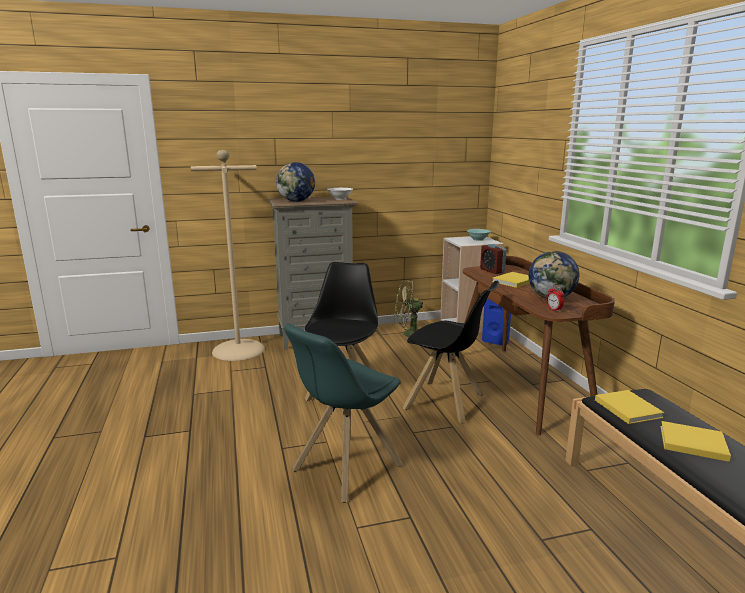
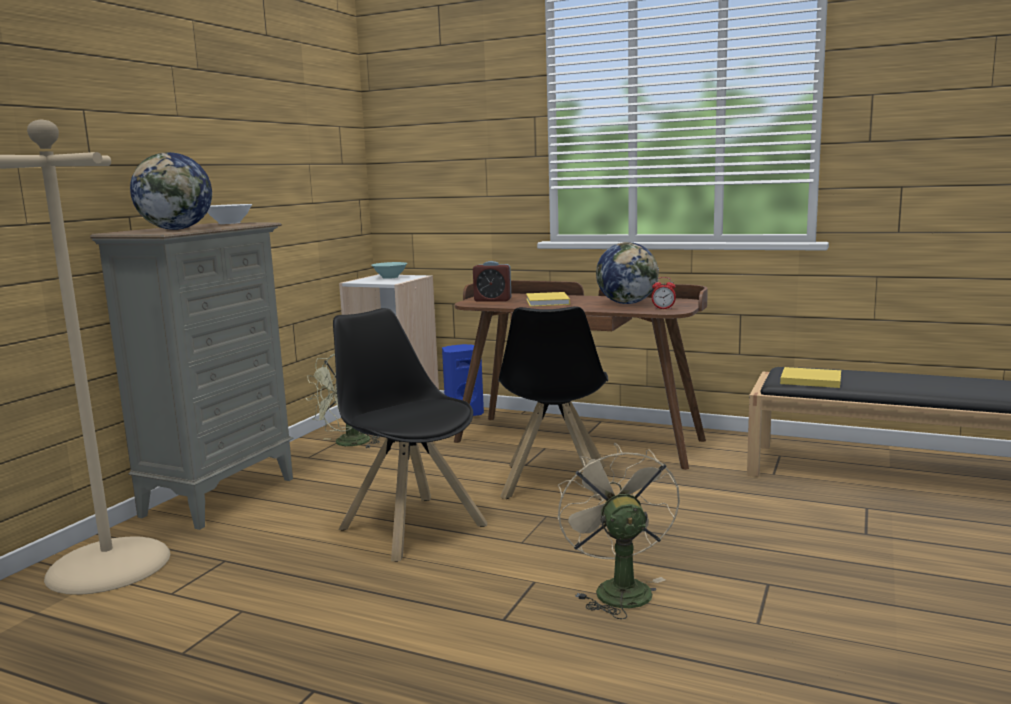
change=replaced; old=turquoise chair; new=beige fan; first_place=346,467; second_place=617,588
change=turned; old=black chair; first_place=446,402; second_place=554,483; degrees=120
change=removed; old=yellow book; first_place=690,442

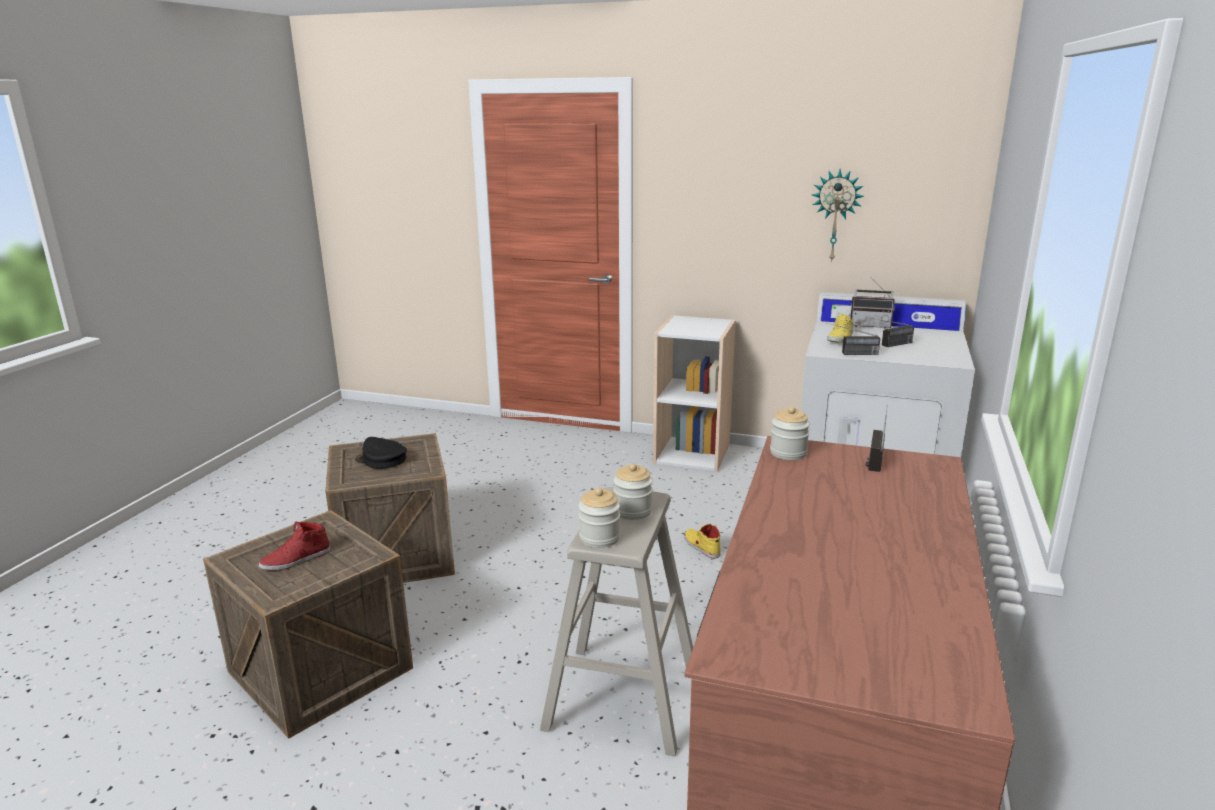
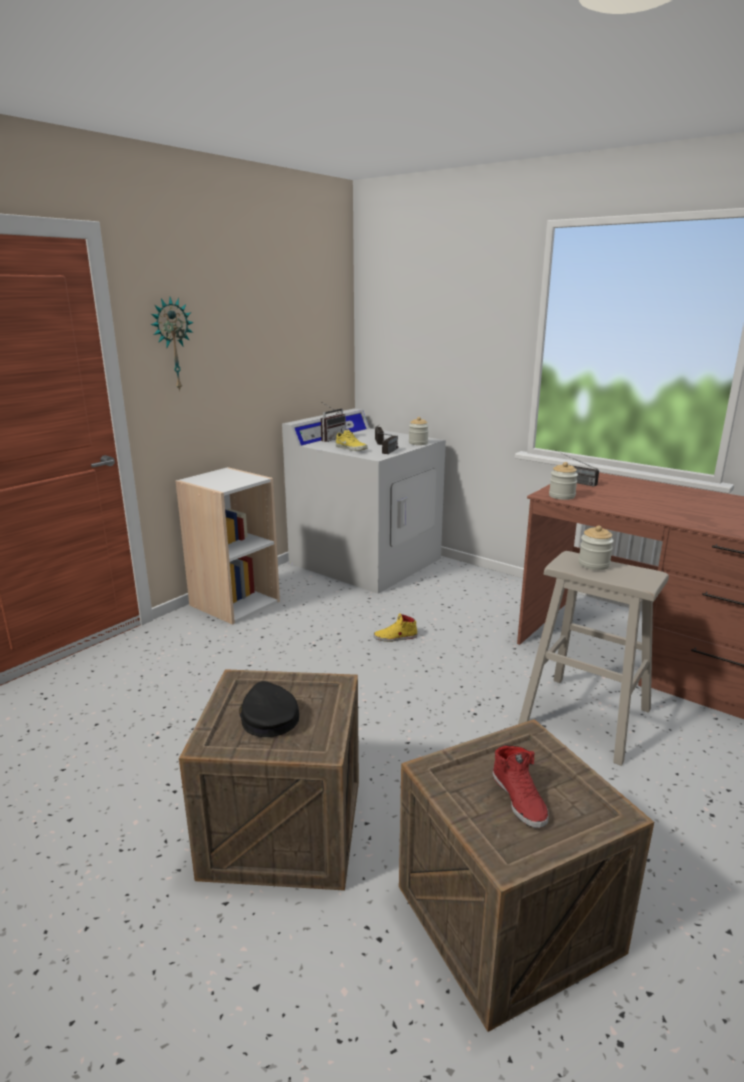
change=turned; old=black cap; first_place=381,460; second_place=268,717; degrees=105
change=moved; old=jar; first_place=599,538; second_place=418,443
change=moved; old=wall clock; first_place=835,216; second_place=172,344

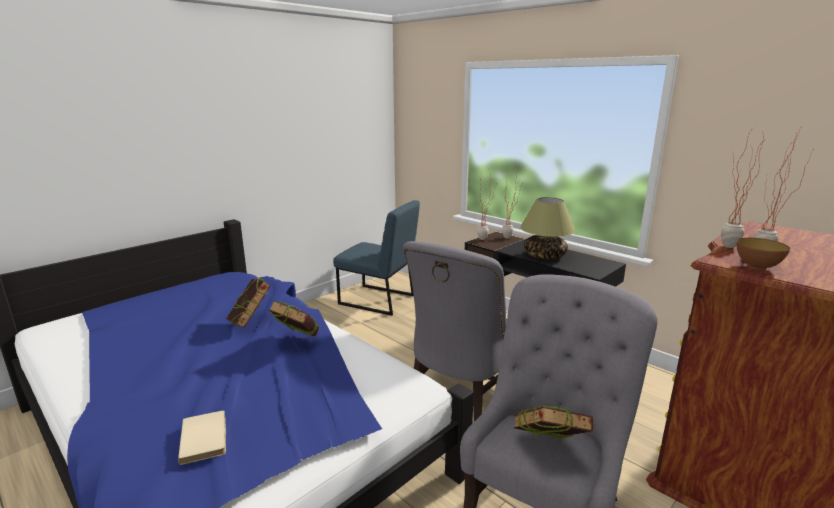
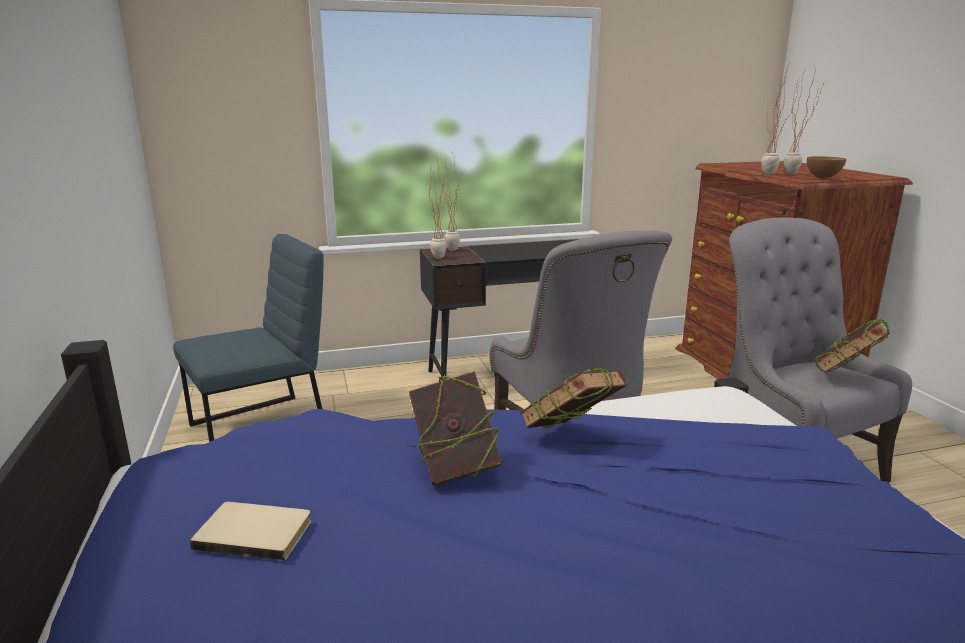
change=moved; old=beige book; first_place=206,438; second_place=255,532
change=removed; old=table lamp; first_place=545,256

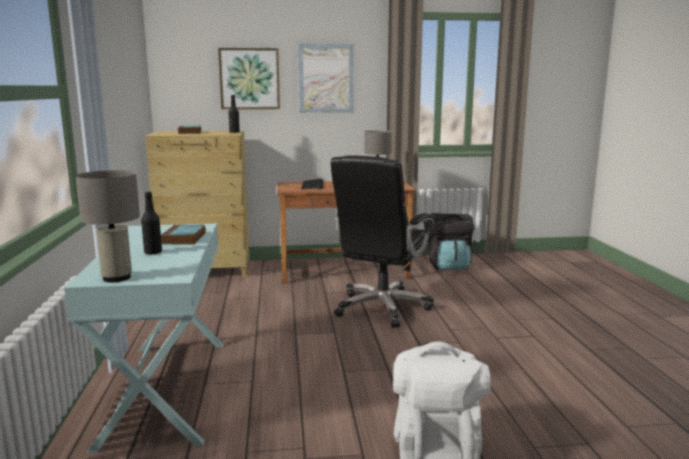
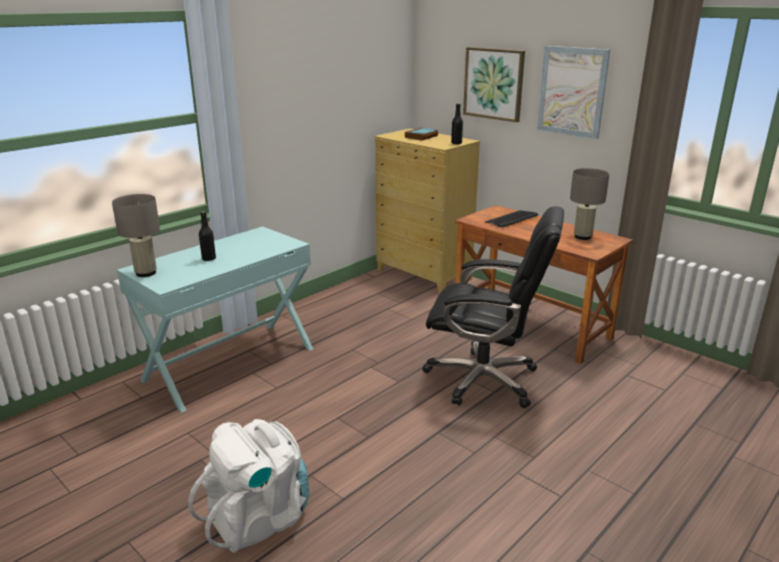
change=removed; old=book; first_place=184,239
change=turned; old=black office chair; first_place=382,307; second_place=484,380; degrees=-150
change=removed; old=black backpack; first_place=448,266

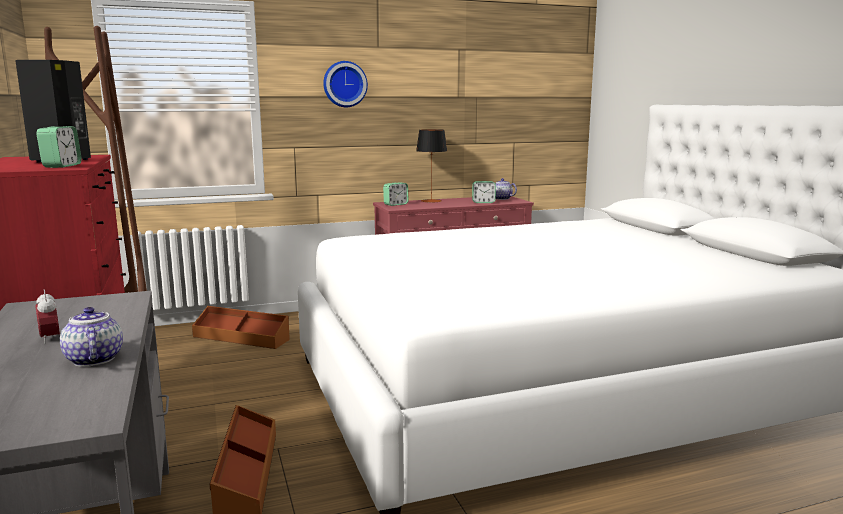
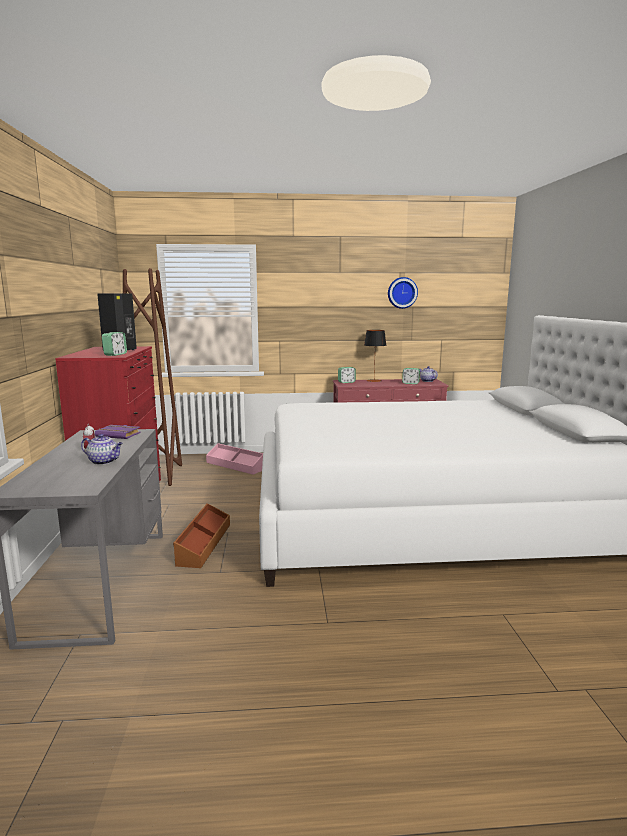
change=turned; old=teapot; first_place=93,359; second_place=104,461; degrees=120
change=recoloured; old=brown storage box; new=pink storage box; first_place=241,338; second_place=235,465
change=moved; old=wall clock; first_place=344,84; second_place=402,293
change=added; new=purple book; second_place=119,435

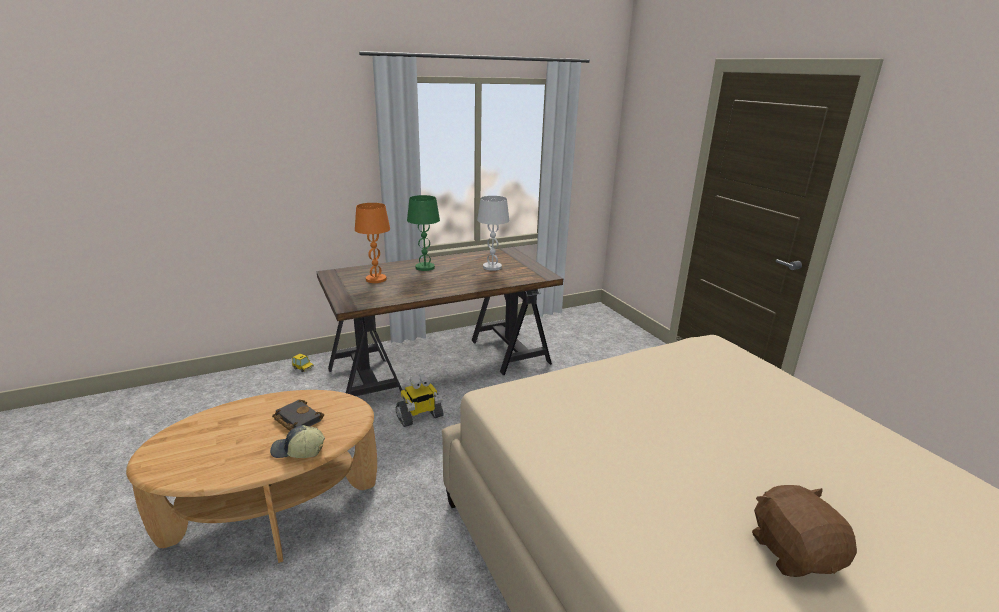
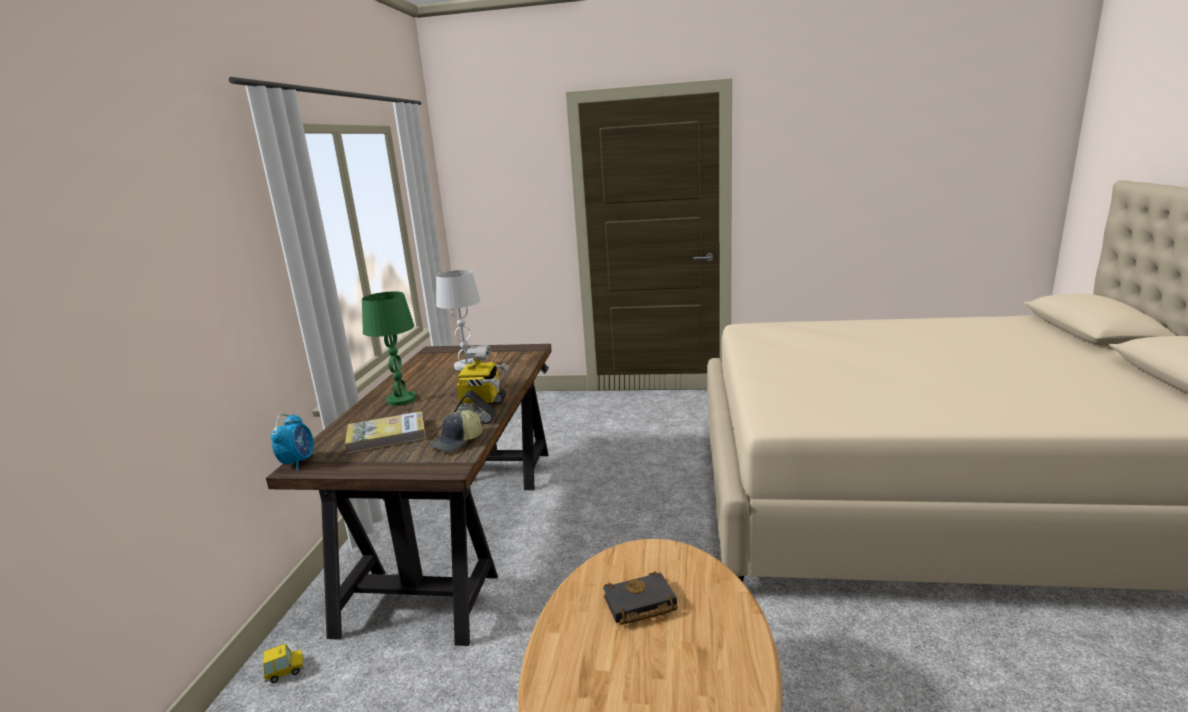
change=moved; old=cap; first_place=298,451; second_place=457,442
change=replaced; old=orange table lamp; new=book; first_place=376,279; second_place=387,435
change=moved; old=toy robot; first_place=419,416; second_place=483,411
change=removed; old=brown plush toy; first_place=794,552
change=added; new=alarm clock; second_place=298,462

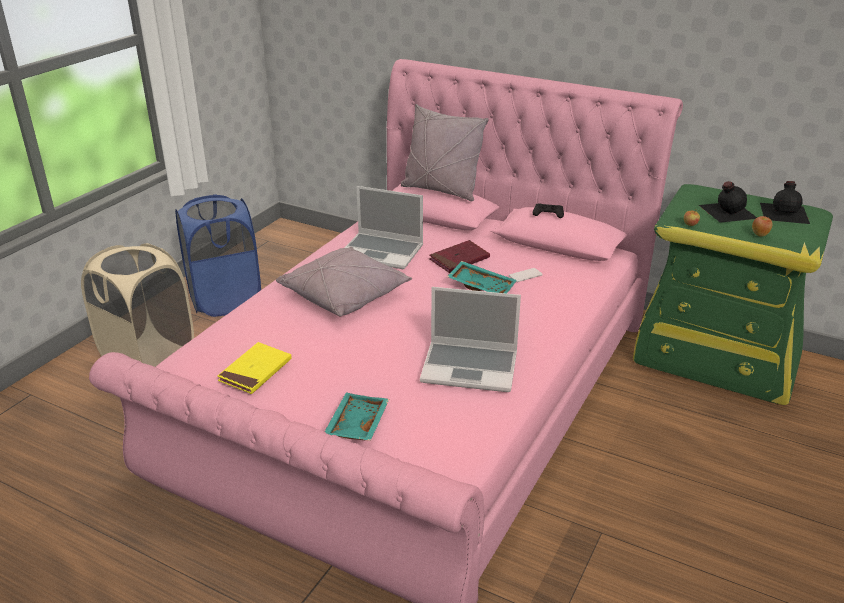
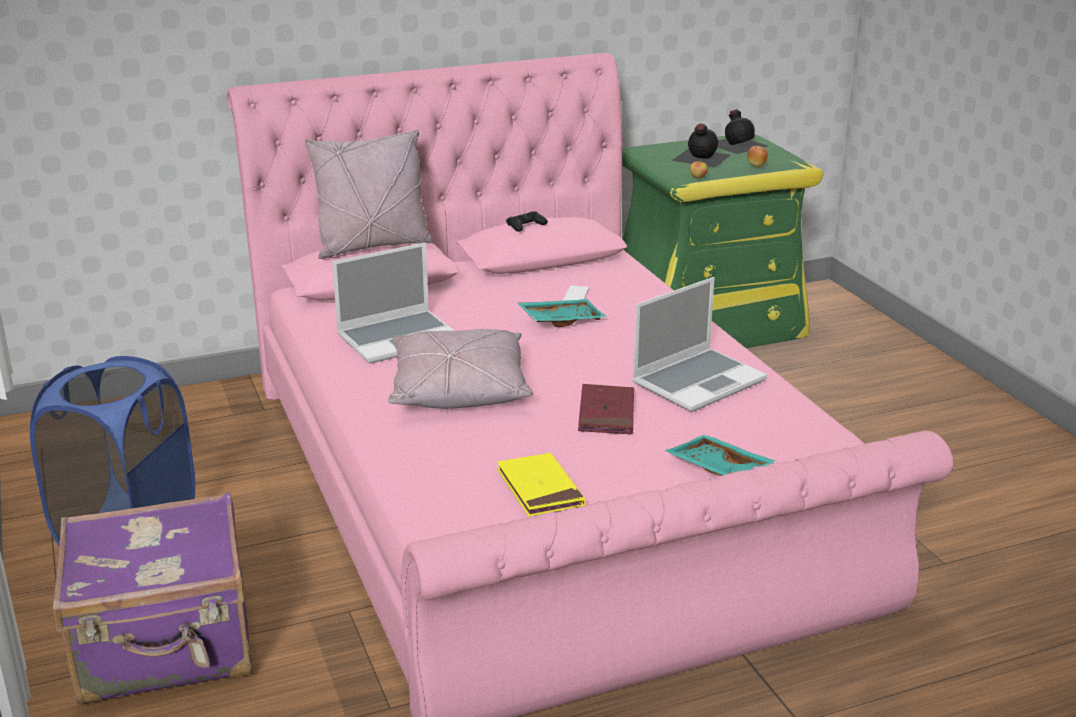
change=replaced; old=beige laundry basket; new=purple suitcase; first_place=149,359; second_place=166,648
change=moved; old=red book; first_place=459,259; second_place=606,413

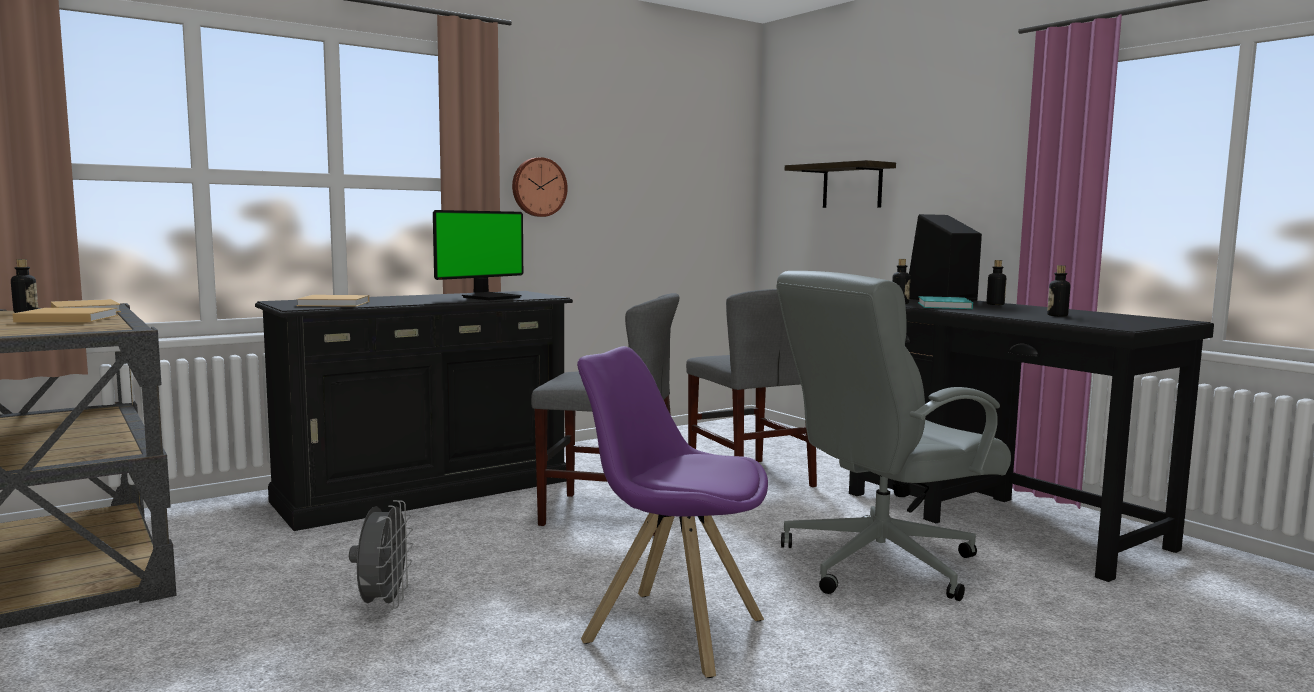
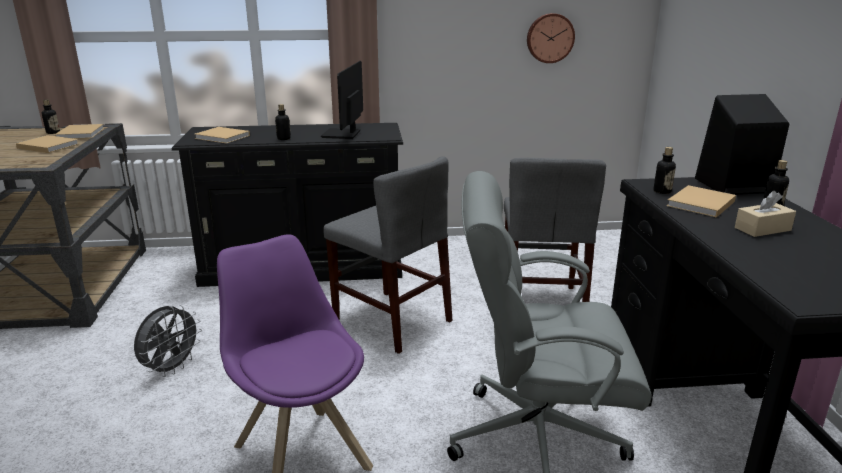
change=turned; old=monitor; first_place=490,297; second_place=343,134; degrees=120
change=moved; old=wall clock; first_place=538,187; second_place=550,38
change=removed; old=shelf; first_place=852,186
change=recoloured; old=turquoise book; new=beige book; first_place=944,306; second_place=700,204
change=moved; old=bottle; first_place=1057,315; second_place=284,138
change=added; new=beige tissue box; second_place=762,229

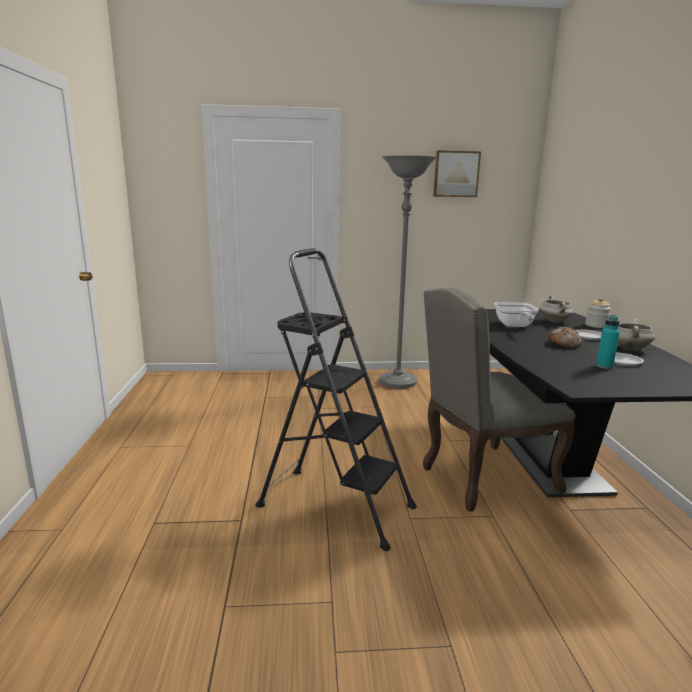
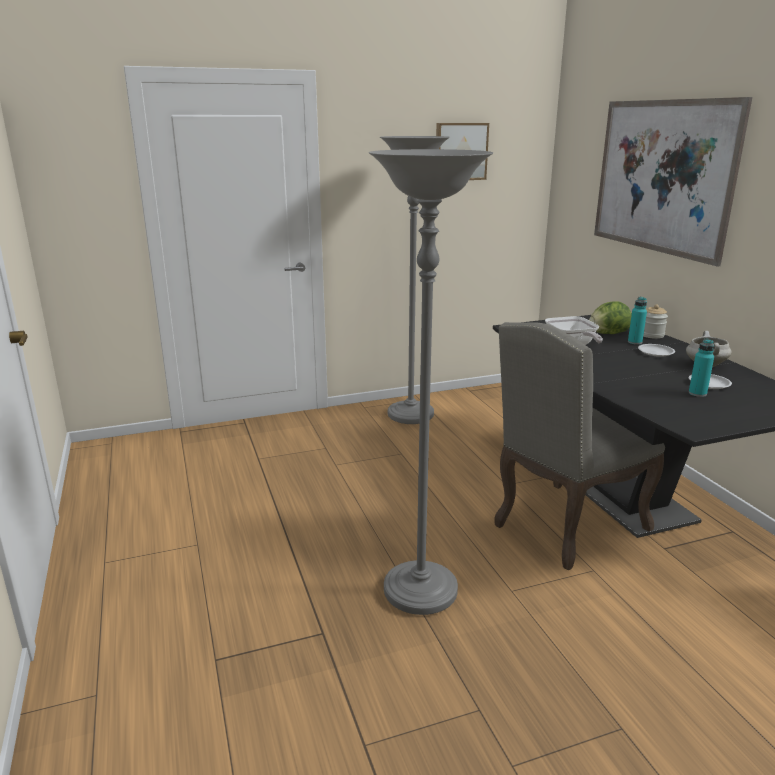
change=replaced; old=step ladder; new=grey floor lamp; first_place=334,505; second_place=420,591
change=replaced; old=white cooking pot; new=lettuce; first_place=555,321; second_place=608,334
change=removed; old=bread; first_place=564,344
change=added; new=picture; second_place=661,177
change=added; new=turquoise bottle; second_place=634,342

